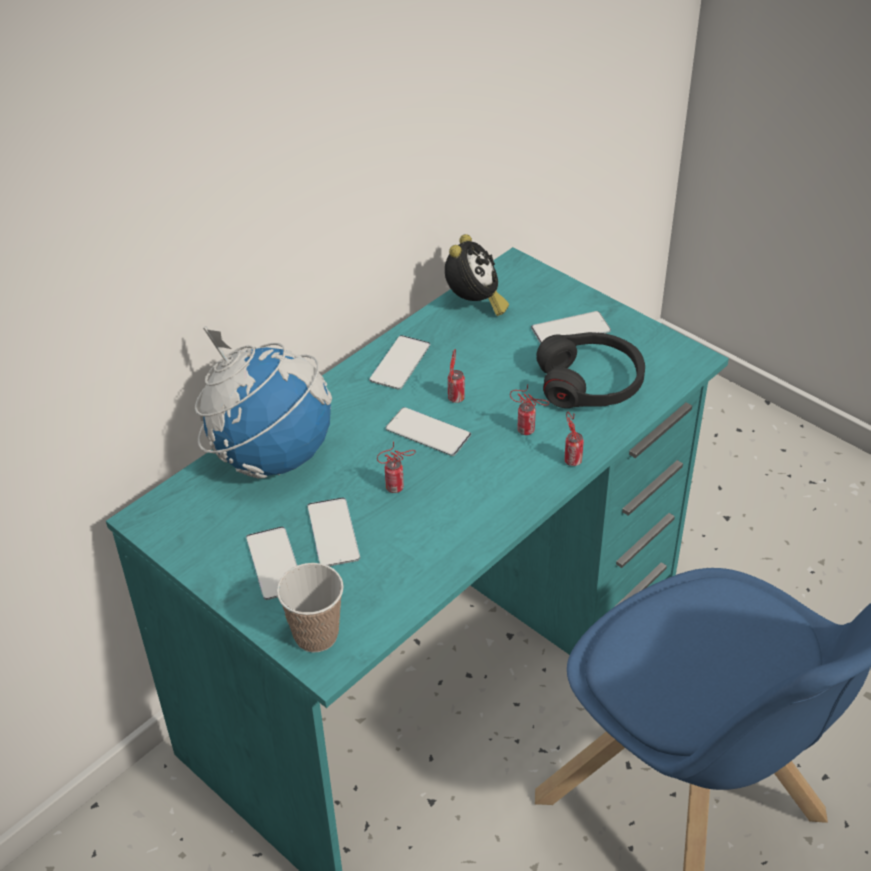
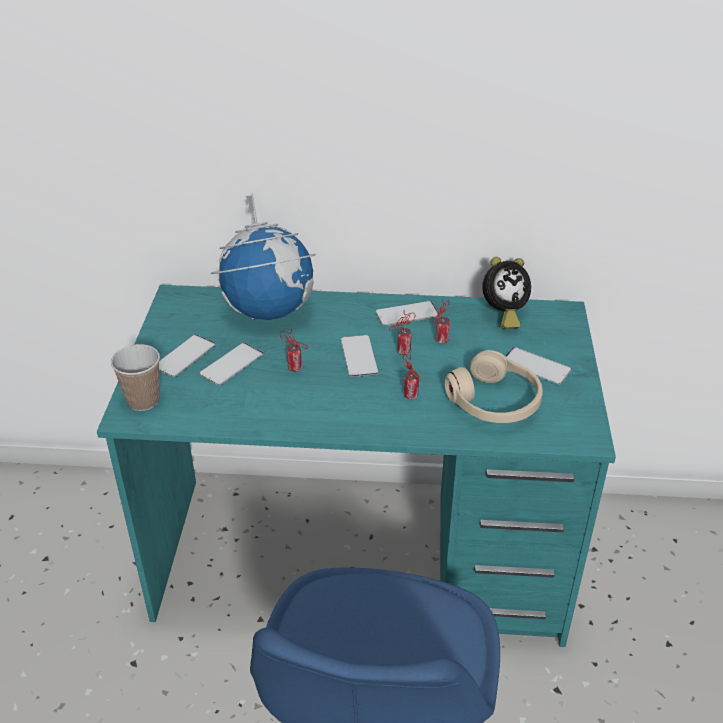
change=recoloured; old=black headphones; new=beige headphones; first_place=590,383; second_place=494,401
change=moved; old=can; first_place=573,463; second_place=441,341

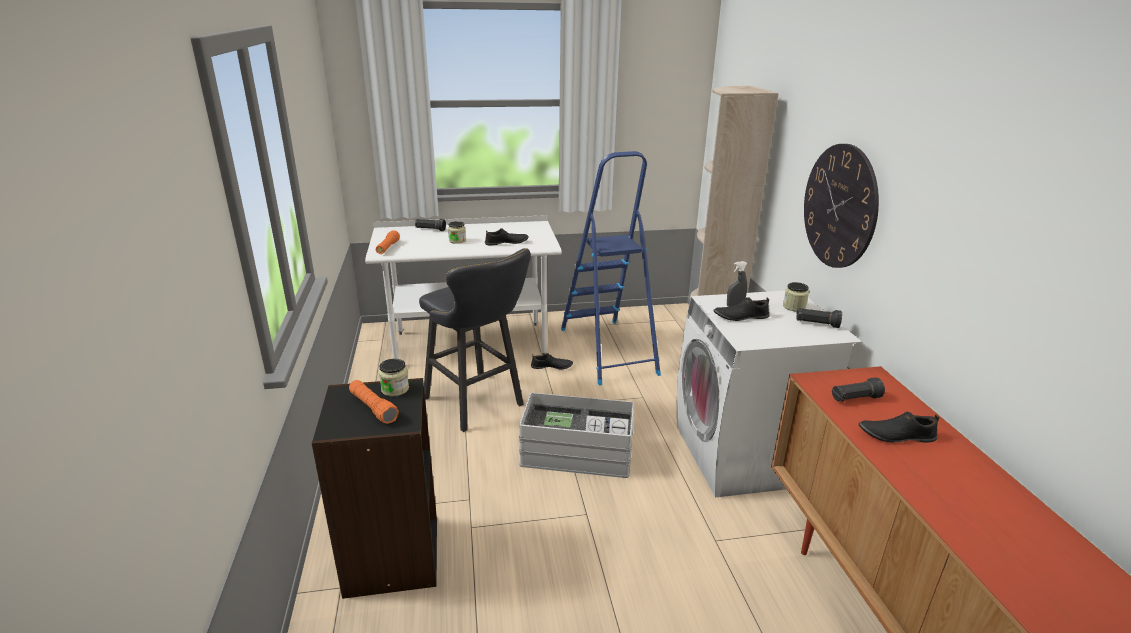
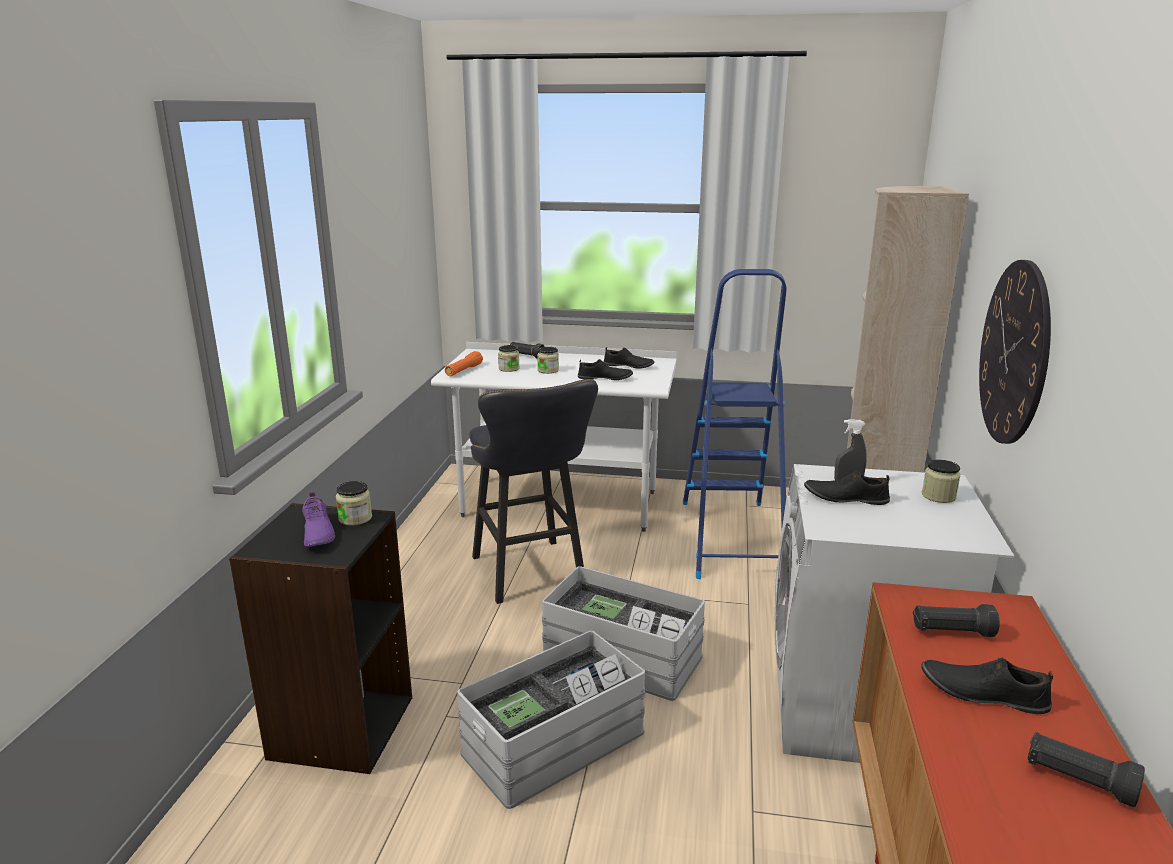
change=replaced; old=orange flashlight; new=purple shoe; first_place=373,408; second_place=317,534
change=moved; old=black shoe; first_place=551,367; second_place=628,366
change=moved; old=black flashlight; first_place=816,324; second_place=1078,781
change=added; new=grey storage box; second_place=553,741
change=added; new=jar; second_place=509,369

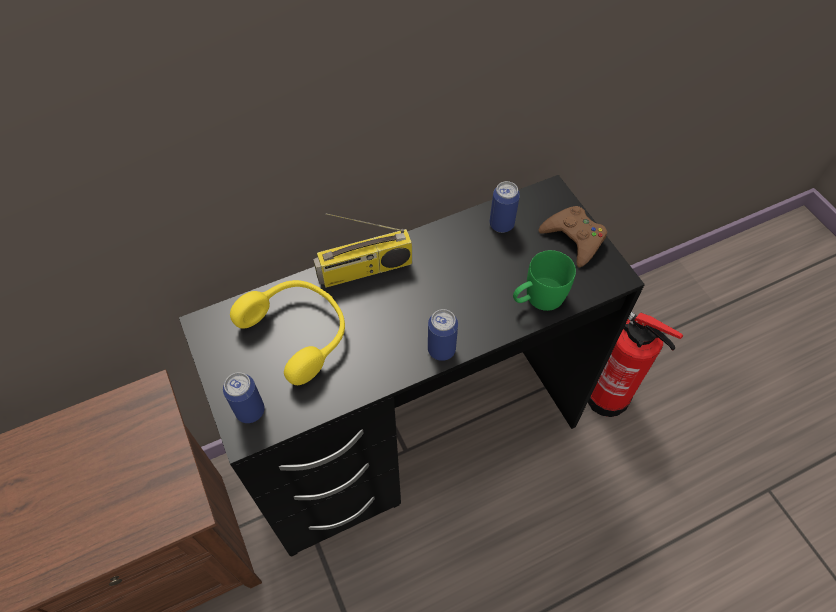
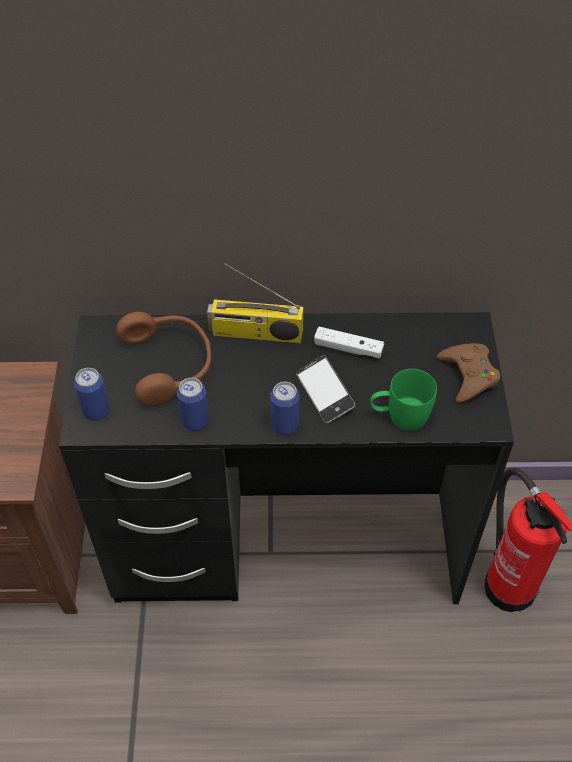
change=recoloured; old=yellow headphones; new=brown headphones; first_place=298,332; second_place=170,364
change=moved; old=can; first_place=501,224; second_place=195,421
change=added; new=phone; second_place=324,393
change=added; new=white game controller; second_place=348,348

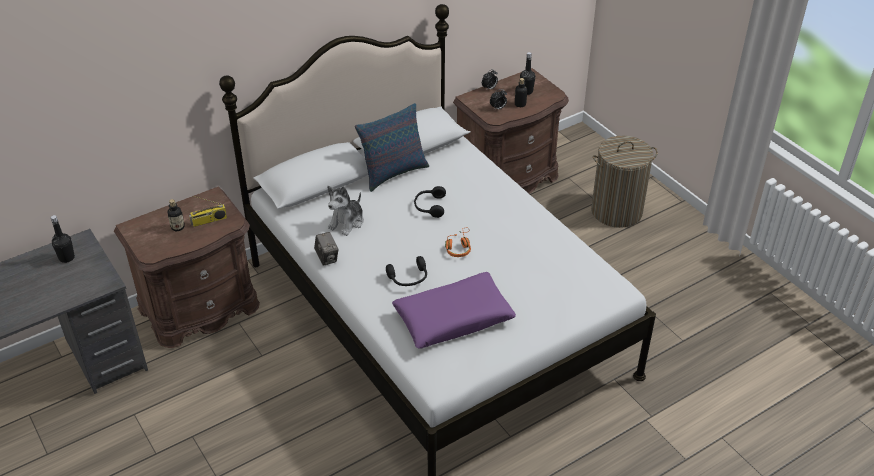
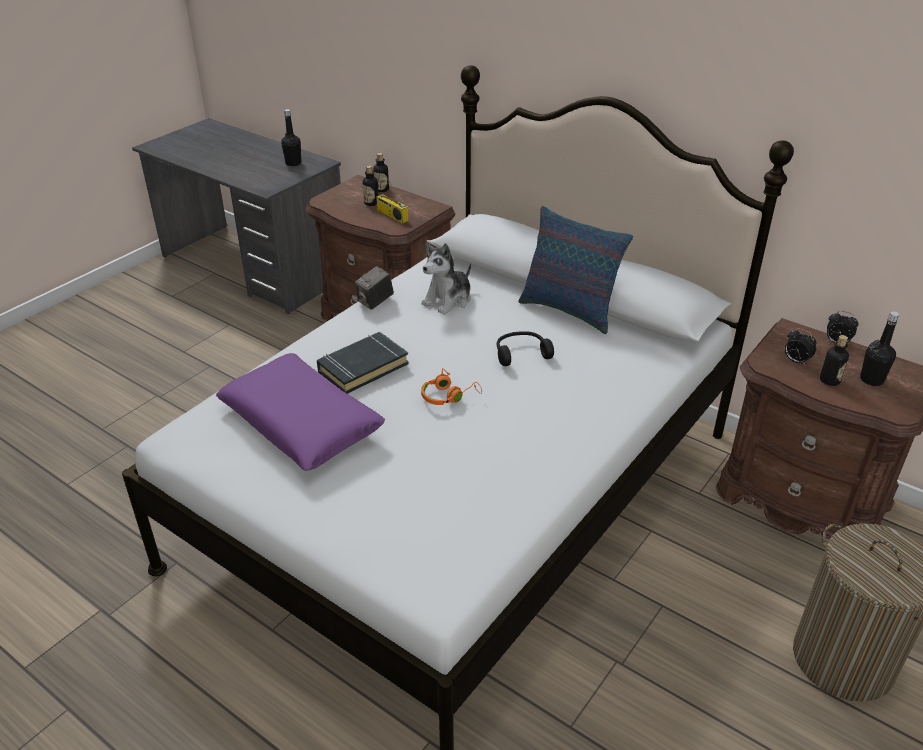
change=turned; old=plush toy; first_place=347,222; second_place=448,300; degrees=-60
change=replaced; old=black headphones; new=black book; first_place=408,278; second_place=362,367
change=added; new=bottle; second_place=381,189

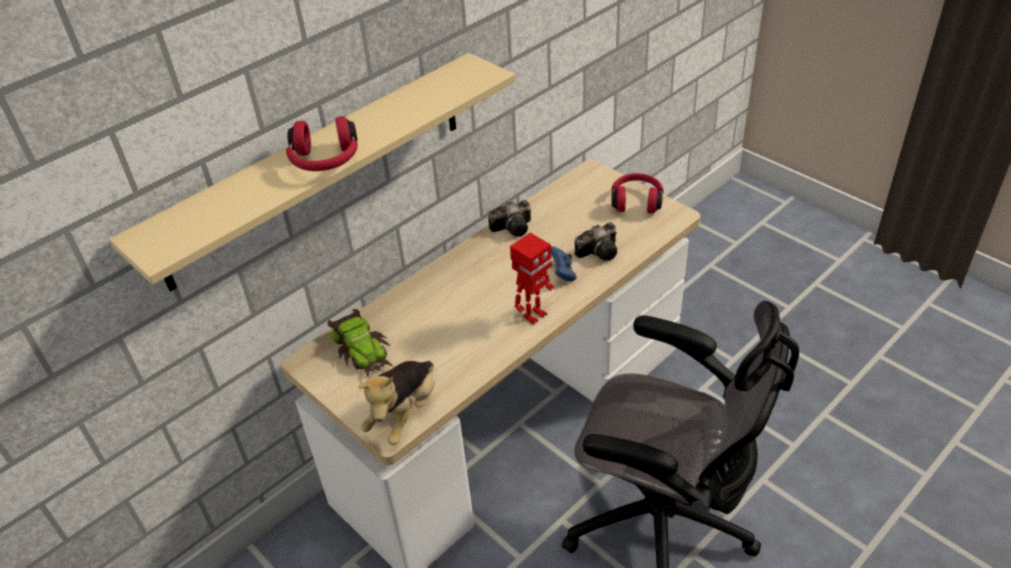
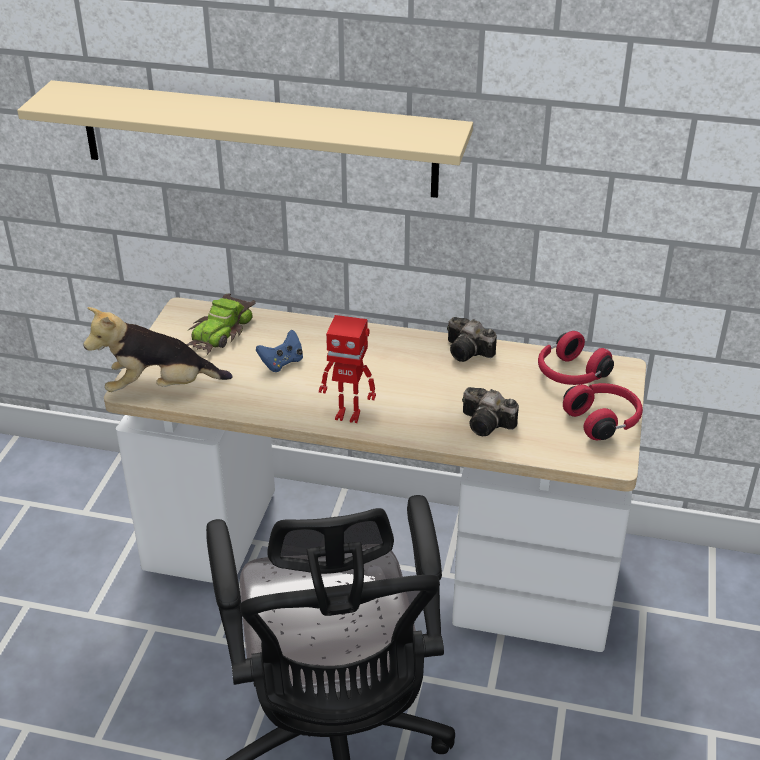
change=moved; old=red headphones; first_place=325,161; second_place=570,374
change=moved; old=blue game controller; first_place=563,273; second_place=282,363

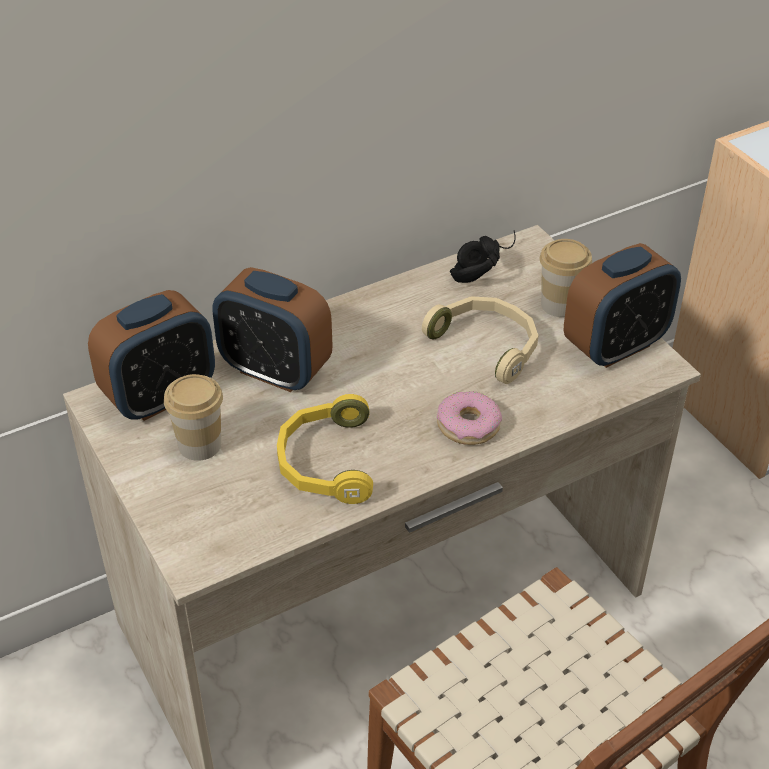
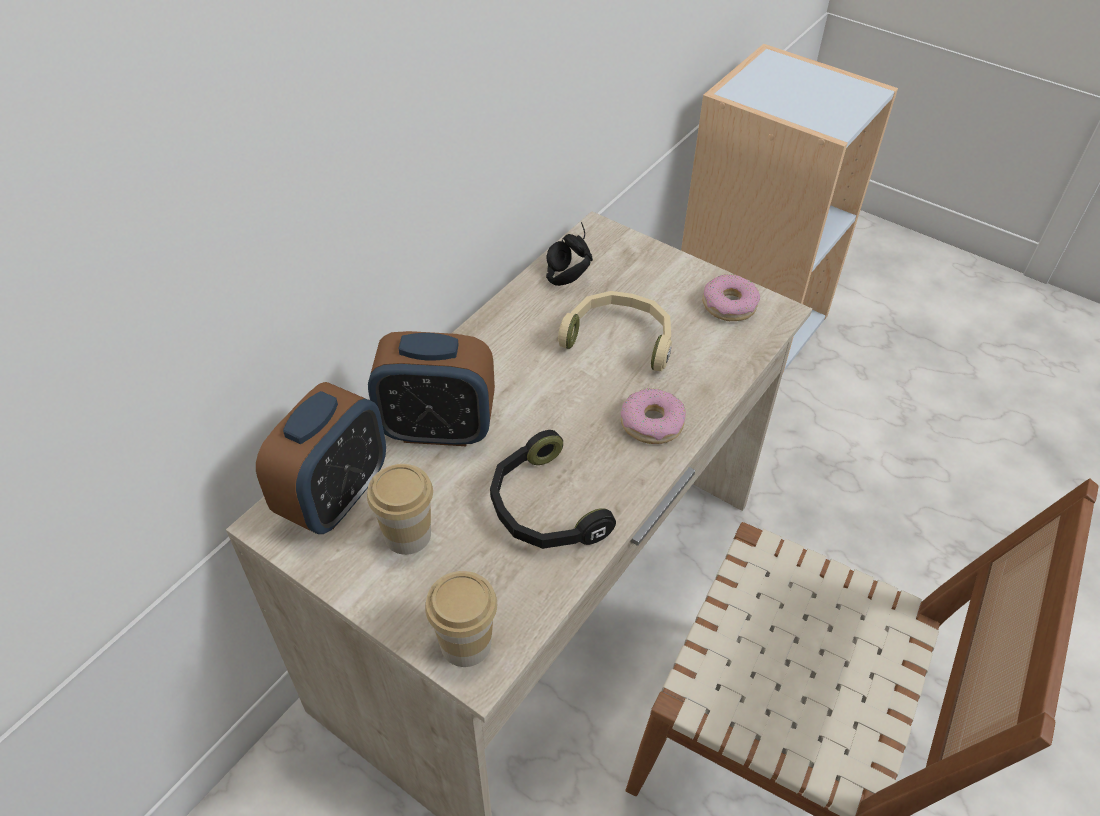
change=recoloured; old=yellow headphones; new=black headphones; first_place=325,462; second_place=543,508
change=moved; old=cup; first_place=560,305; second_place=466,643
change=replaced; old=alarm clock; new=donut; first_place=615,346; second_place=729,305

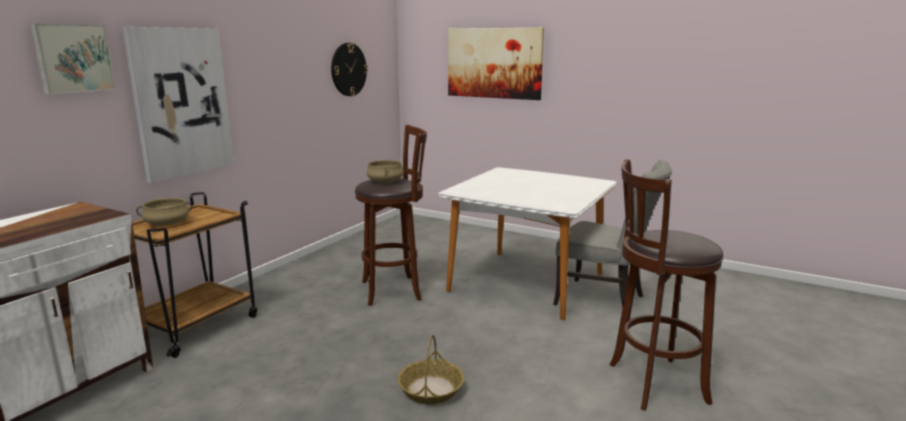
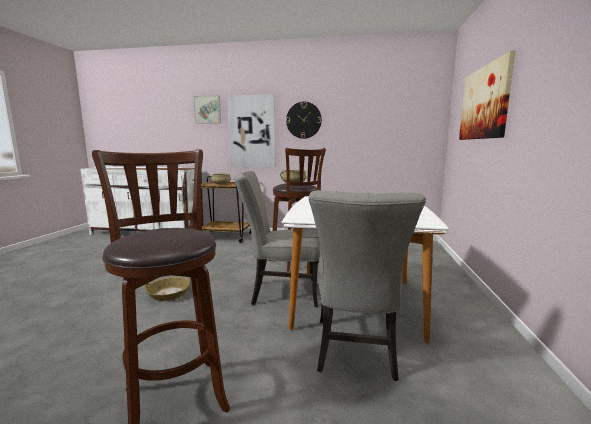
change=moved; old=wall clock; first_place=348,69; second_place=303,120
change=added; new=grey chair; second_place=280,292

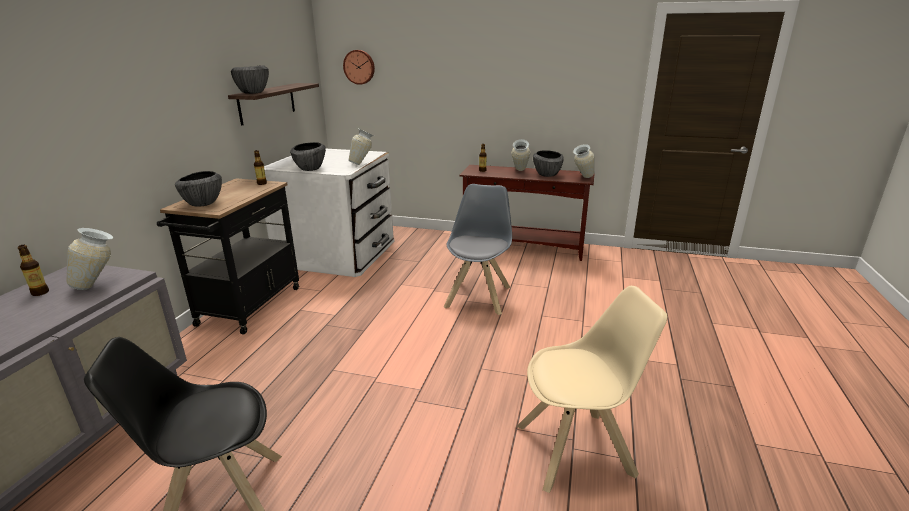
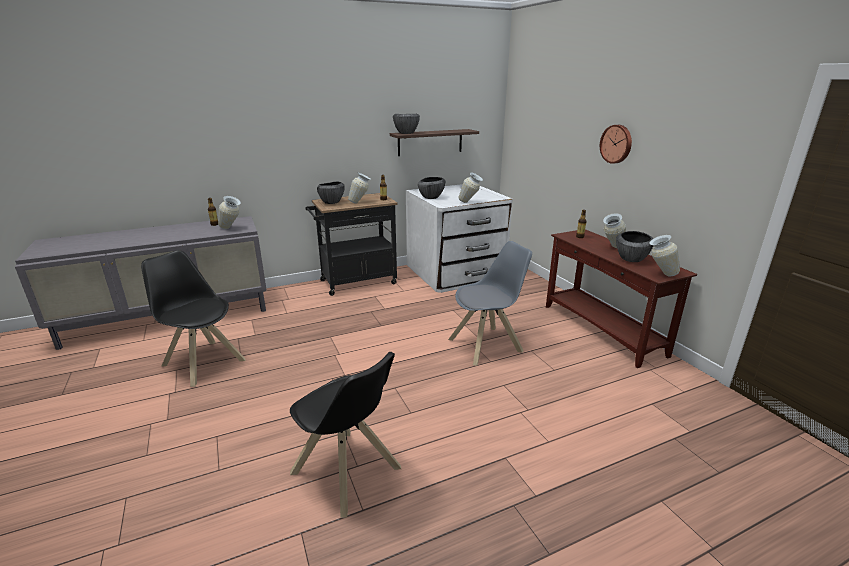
change=moved; old=wall clock; first_place=359,67; second_place=616,144
change=recoloured; old=beige chair; new=black chair; first_place=577,449; second_place=348,472
change=added; new=vase; second_place=360,203

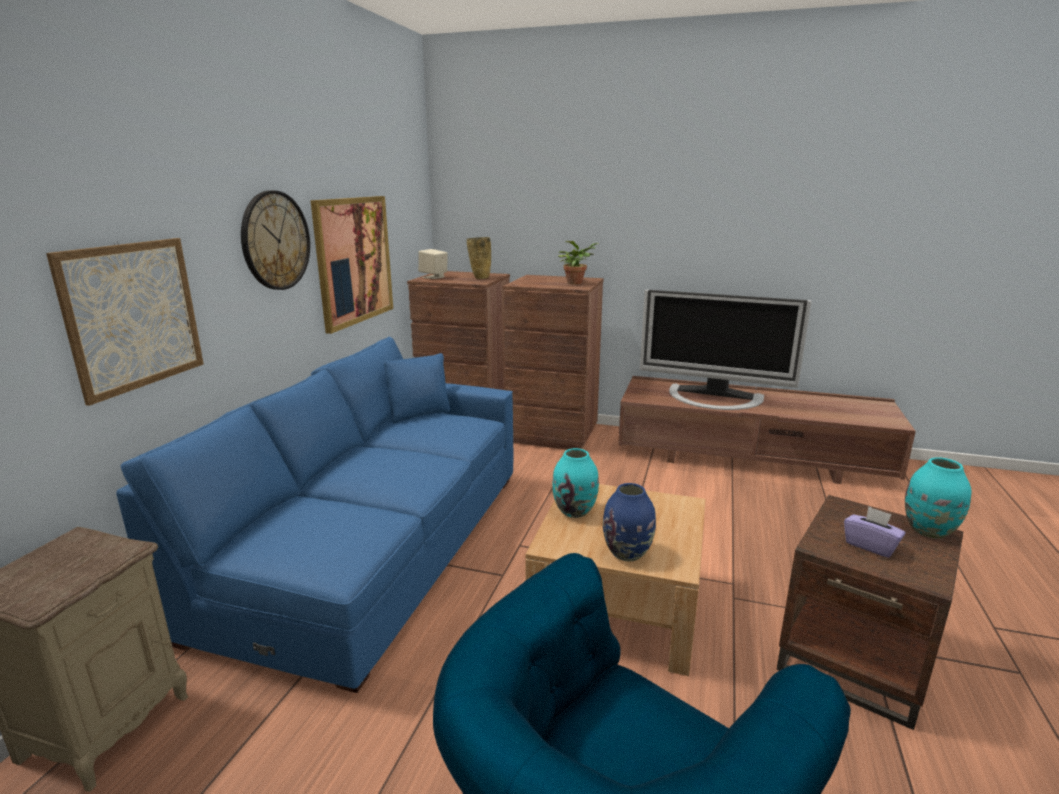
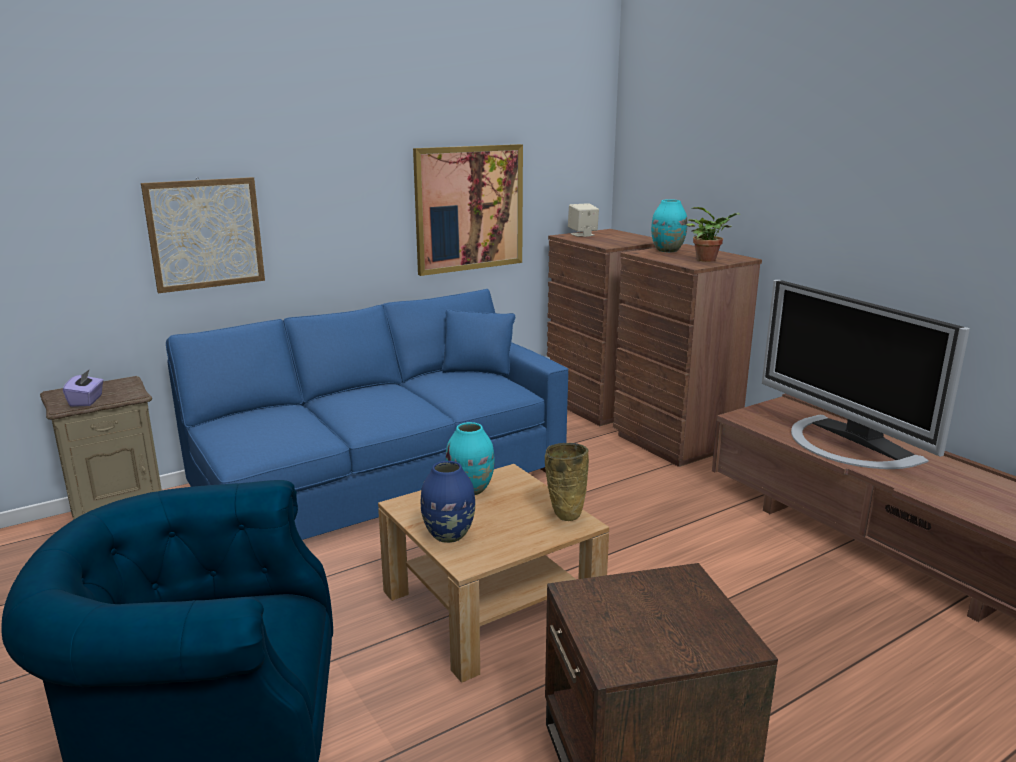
change=removed; old=wall clock; first_place=275,241
change=moved; old=beige vase; first_place=480,278; second_place=566,514
change=moved; old=purple tissue box; first_place=870,545; second_place=87,401
change=moved; old=turquoise vase; first_place=929,531; second_place=667,250

